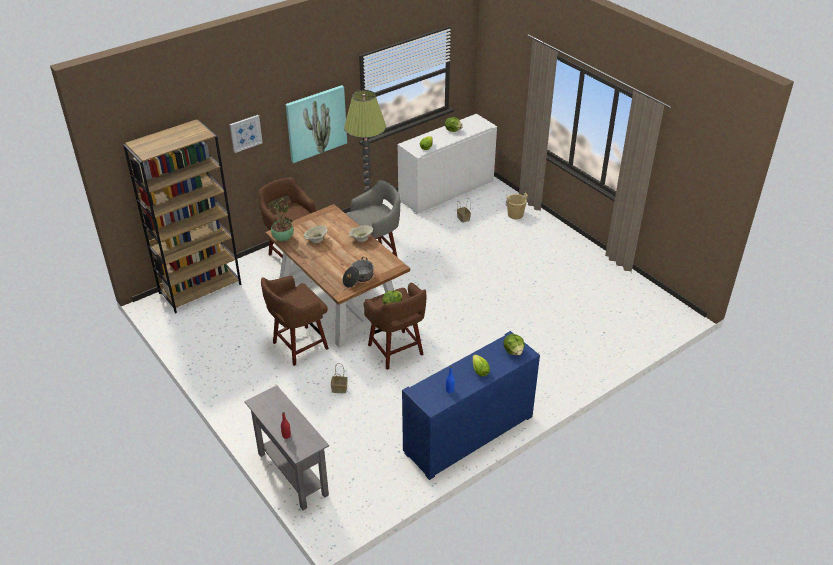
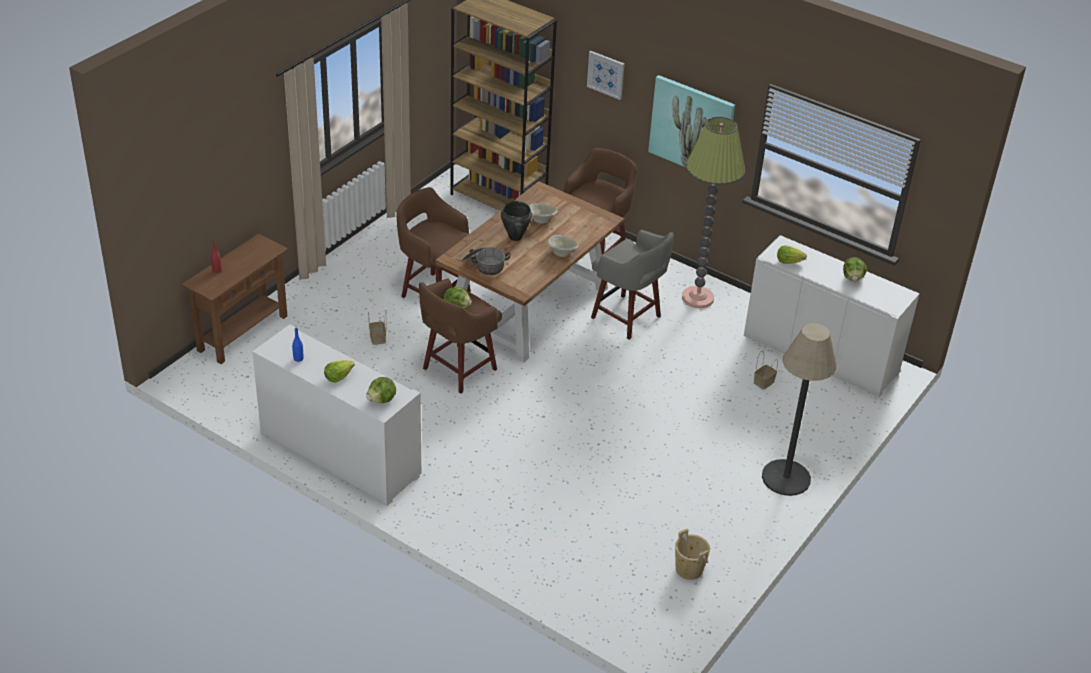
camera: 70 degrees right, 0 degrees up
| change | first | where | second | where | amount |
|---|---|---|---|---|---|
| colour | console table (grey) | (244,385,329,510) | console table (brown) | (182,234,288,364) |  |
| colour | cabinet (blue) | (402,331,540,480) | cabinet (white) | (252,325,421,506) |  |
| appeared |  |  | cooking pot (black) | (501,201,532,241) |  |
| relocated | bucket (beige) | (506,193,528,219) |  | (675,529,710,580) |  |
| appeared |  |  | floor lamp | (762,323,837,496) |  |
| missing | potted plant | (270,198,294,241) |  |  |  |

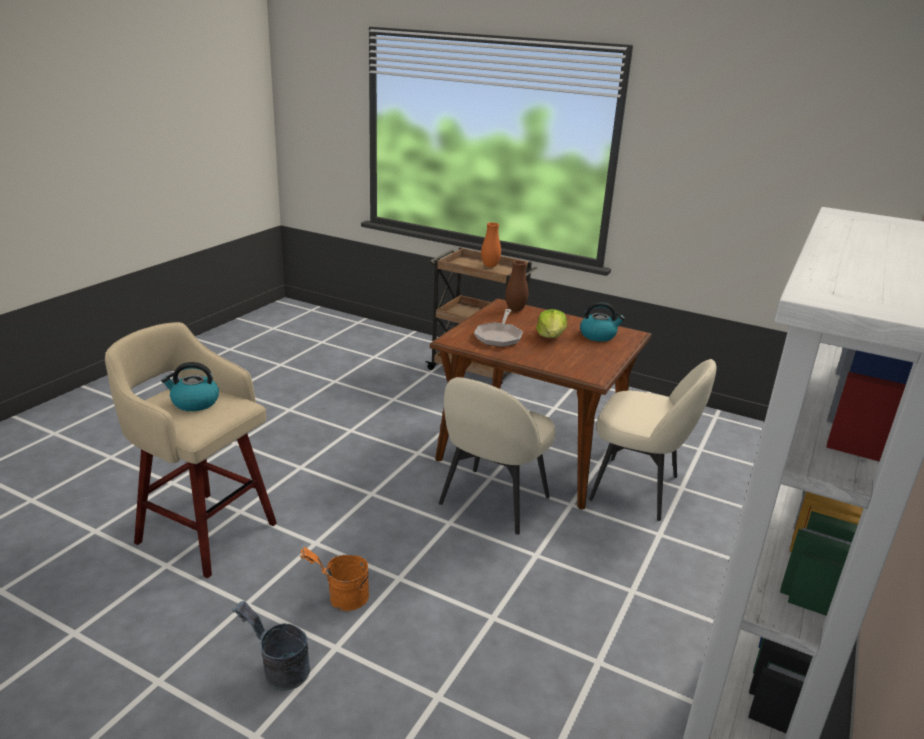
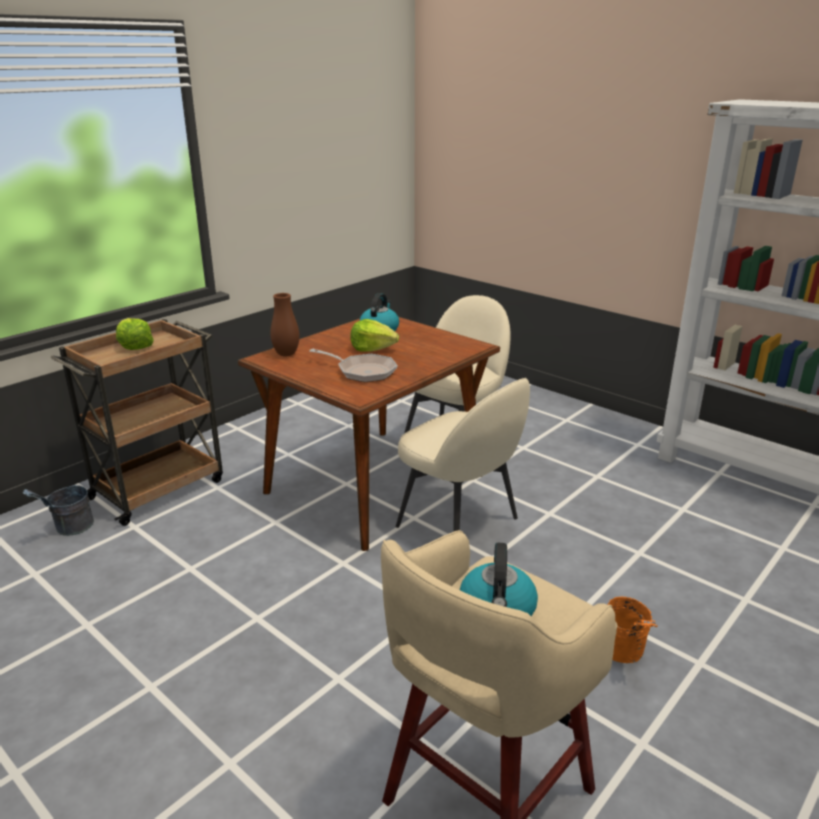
camera: 75 degrees left, 0 degrees up
| change | first | where | second | where | amount |
|---|---|---|---|---|---|
| relocated | bucket (grey) | (232,601,310,690) |  | (22,485,94,536) |  |
| exchanged | vase (orange) | (481,222,501,268) | lettuce | (116,318,154,350) |  |

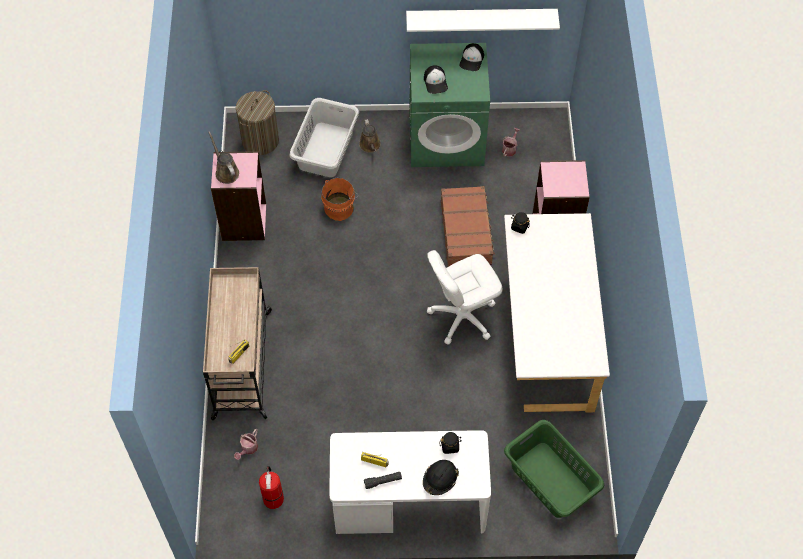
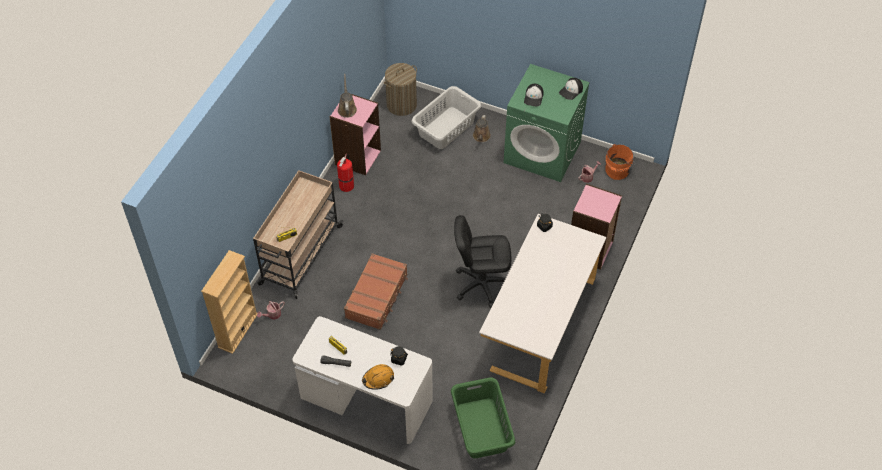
camera: 25 degrees right, 5 degrees down
| change | first | where | second | where | amount |
|---|---|---|---|---|---|
| appeared |  |  | bookcase (beige) | (201,250,257,354) |  |
| relocated | fire extinguisher | (259,466,284,509) |  | (337,154,354,192) |  |
| relocated | suitcase (brown) | (441,186,495,267) |  | (344,253,408,330) |  |
| colour | hard hat (black) | (423,460,459,495) | hard hat (orange) | (362,364,394,390) |  |
| colour | office chair (white) | (427,250,502,345) | office chair (black) | (454,215,511,308) |  |
| relocated | bucket (orange) | (321,178,358,221) |  | (605,144,635,180) |  |
| missing | shelf (white) | (406,9,560,32) |  |  |  |

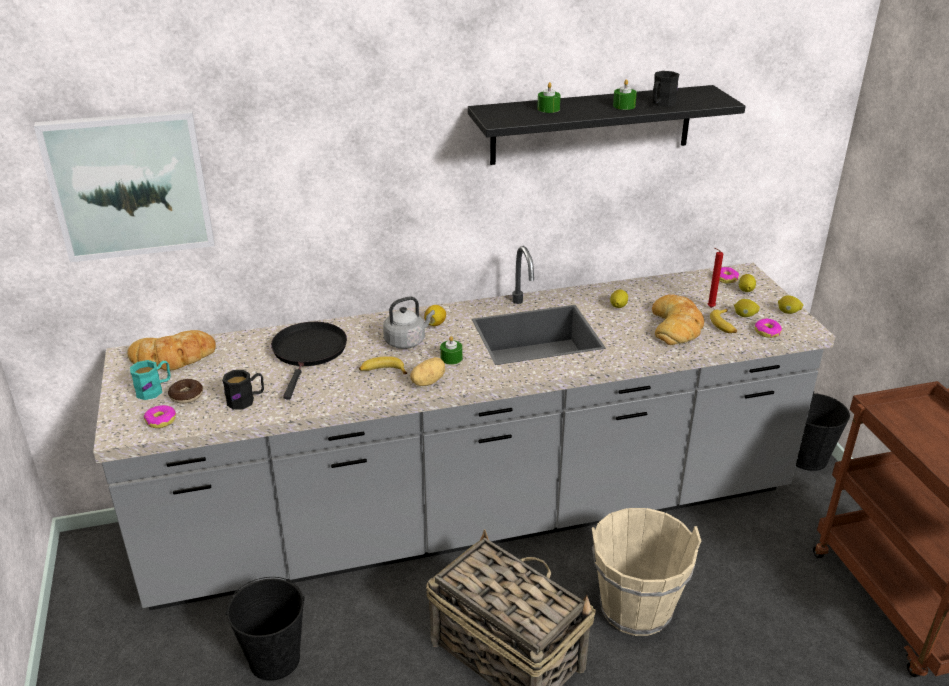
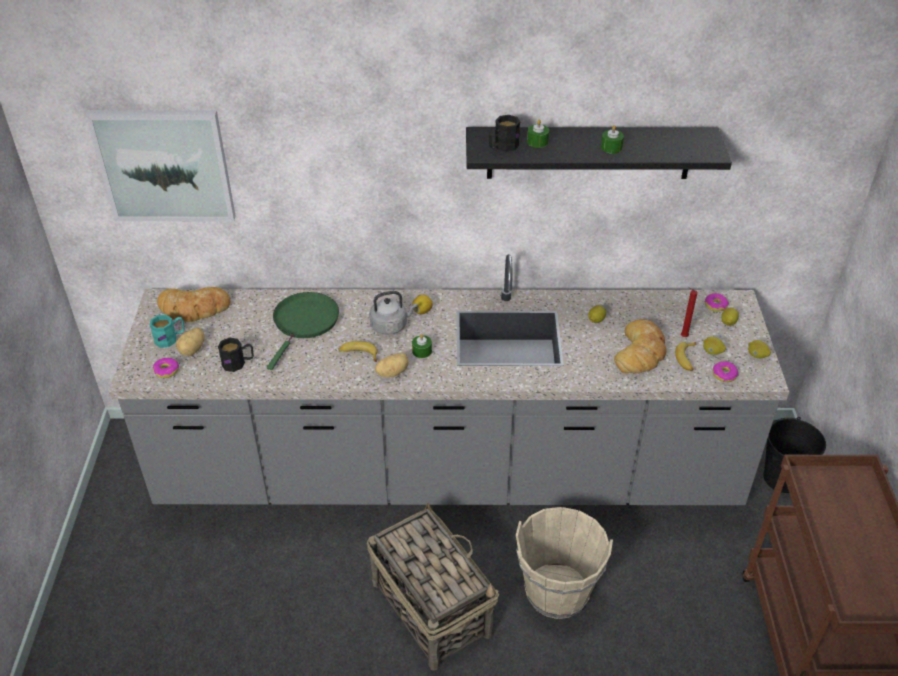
camera: 15 degrees right, 10 degrees up
| change | first | where | second | where | amount |
|---|---|---|---|---|---|
| exchanged | donut | (168,379,203,404) | potato | (176,328,205,356) |  |
| colour | frying pan (black) | (271,322,347,399) | frying pan (green) | (267,292,339,370) |  |
| relocated | mug (black) | (652,71,679,107) |  | (489,115,520,152) |  |
| missing | bucket (black) | (225,577,305,681) |  |  |  |

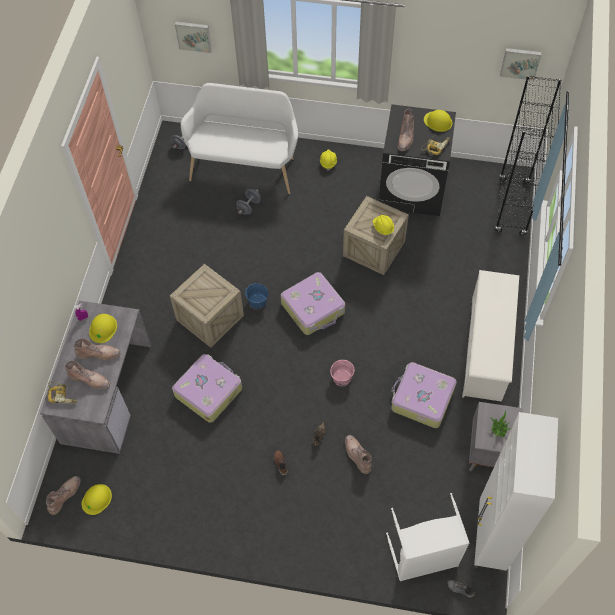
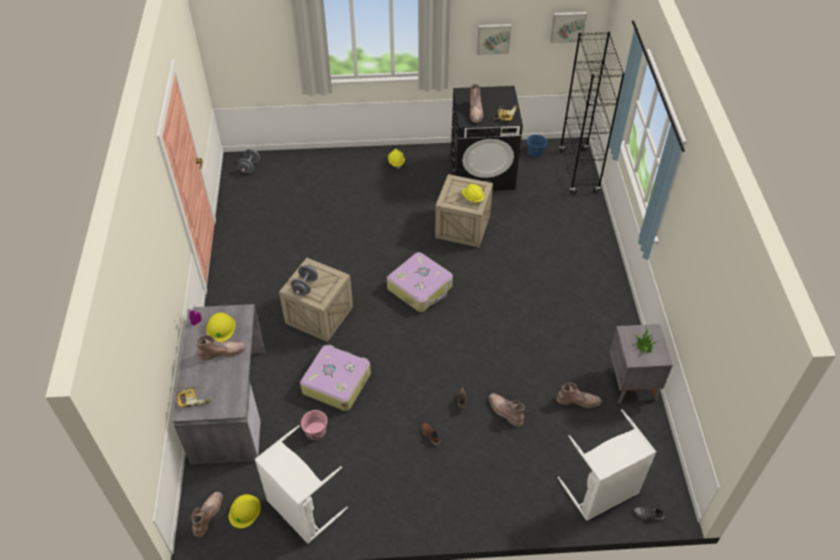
camera: 15 degrees left, 10 degrees down
| change | first | where | second | where | amount |
|---|---|---|---|---|---|
| appeared |  |  | laundry basket (white) | (255,425,348,544) |  |
| relocated | dumbbell (grey) | (236,189,261,215) |  | (291,265,318,295) |  |
| relocated | bucket (pink) | (330,360,354,386) |  | (301,410,327,440) |  |
| relocated | picture | (175,22,212,53) |  | (477,24,511,55) |  |
| relocated | bucket (blue) | (245,283,268,309) |  | (527,132,547,157) |  |
| relocated | boot (brown) | (64,361,110,389) |  | (556,383,602,408) |  |
| missing | bench (white) | (181,83,298,194) |  |  |  |
| missing | suitcase | (391,362,457,428) |  |  |  |
| missing | hard hat (yellow) | (424,110,452,132) |  |  |  |
| missing | shoe rack (white) | (462,270,519,402) |  |  |  |
| missing | cabinet (white) | (474,412,558,572) |  |  |  |

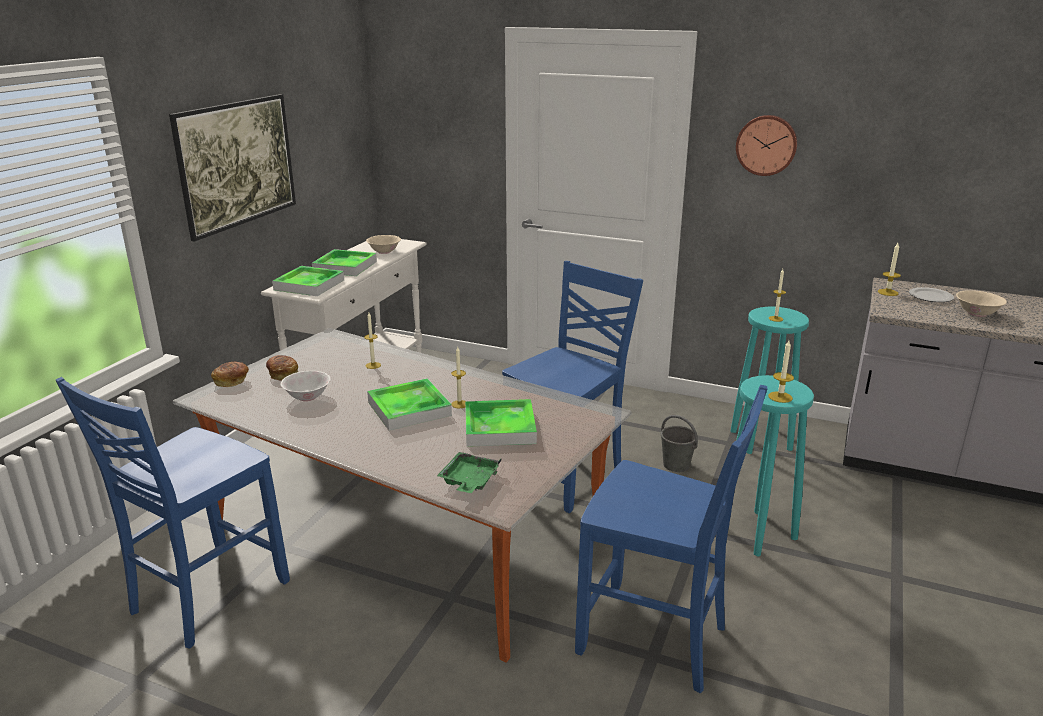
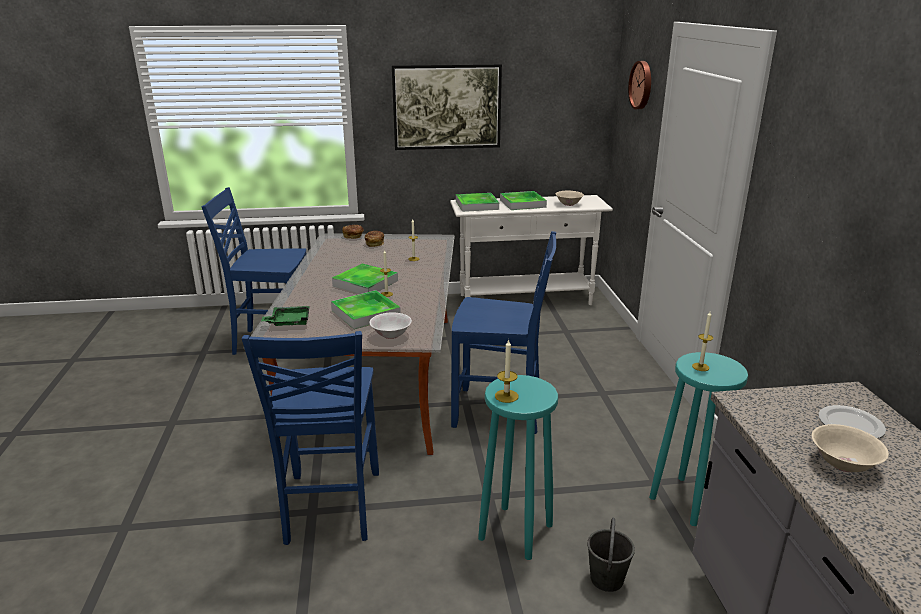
camera: 60 degrees right, 0 degrees up
| change | first | where | second | where | amount |
|---|---|---|---|---|---|
| relocated | bowl (white) | (281,371,331,401) |  | (369,312,412,339) |  |
| relocated | bucket (grey) | (661,415,698,472) |  | (587,518,635,592) |  |
| relocated | wall clock | (736,115,797,176) |  | (628,61,651,109) |  |
| missing | candle | (878,243,901,296) |  |  |  |

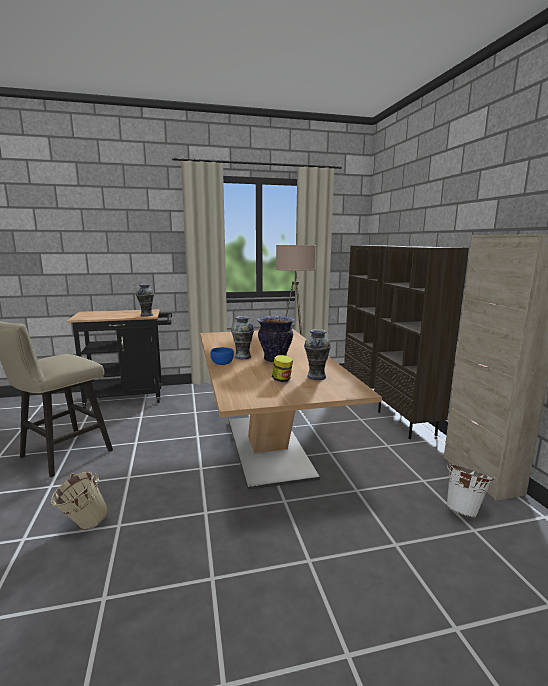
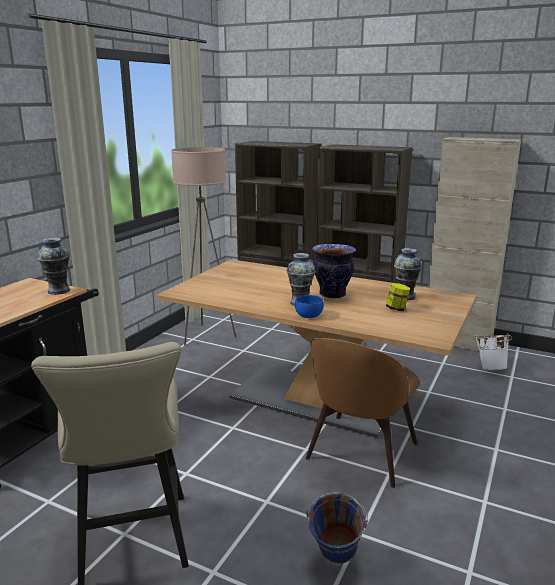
camera: 50 degrees left, 5 degrees up
| change | first | where | second | where | amount |
|---|---|---|---|---|---|
| appeared |  |  | chair (brown) | (305,338,420,488) |  |
| colour | bucket (beige) | (51,472,109,530) | bucket (blue) | (306,492,368,564) |  |

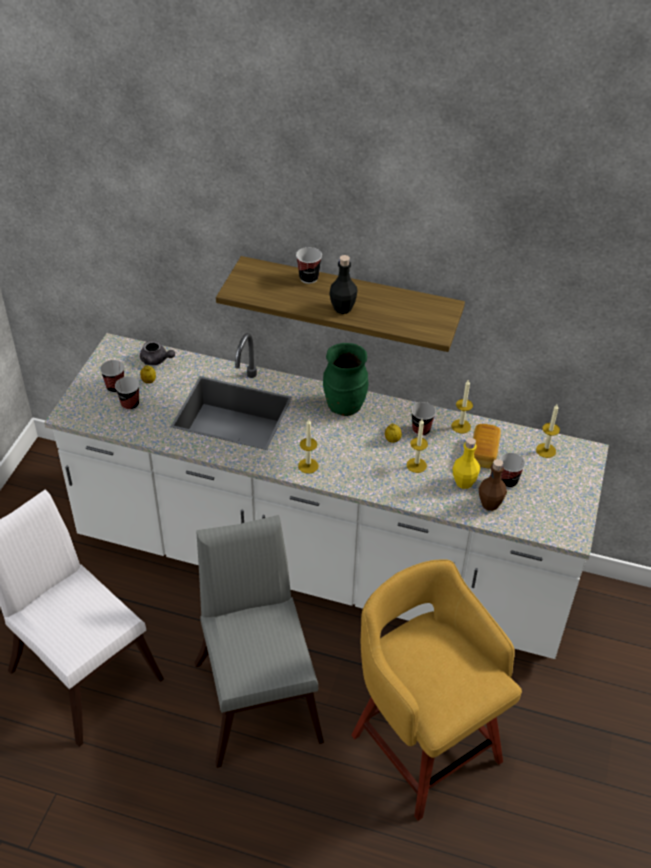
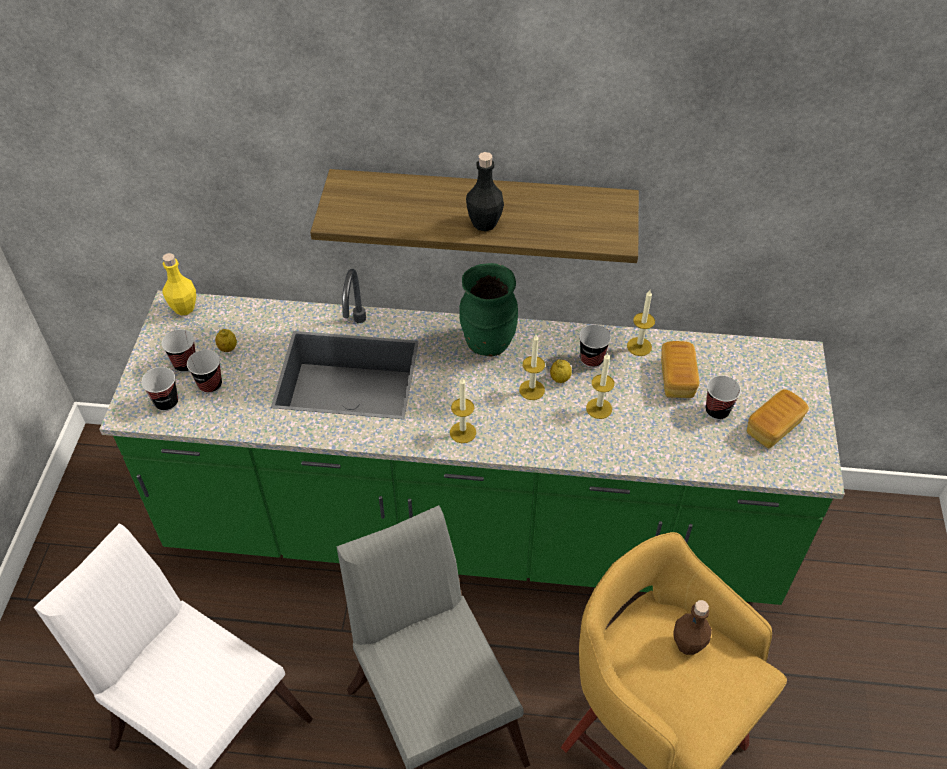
camera: 10 degrees left, 5 degrees up
| change | first | where | second | where | amount |
|---|---|---|---|---|---|
| colour | counter (white) | (44,333,609,659) | counter (green) | (99,269,845,605) |  |
| relocated | cup | (296,247,322,284) |  | (141,367,178,411) |  |
| relocated | bottle (yellow) | (452,438,480,489) |  | (162,253,196,315) |  |
| relocated | candle | (536,405,560,458) |  | (519,334,545,400) |  |
| relocated | bottle (brown) | (479,459,507,511) |  | (673,600,712,655) |  |
| appeared |  |  | bread | (747,389,809,448) |  |
| missing | teapot (grey) | (140,340,175,365) |  |  |  |

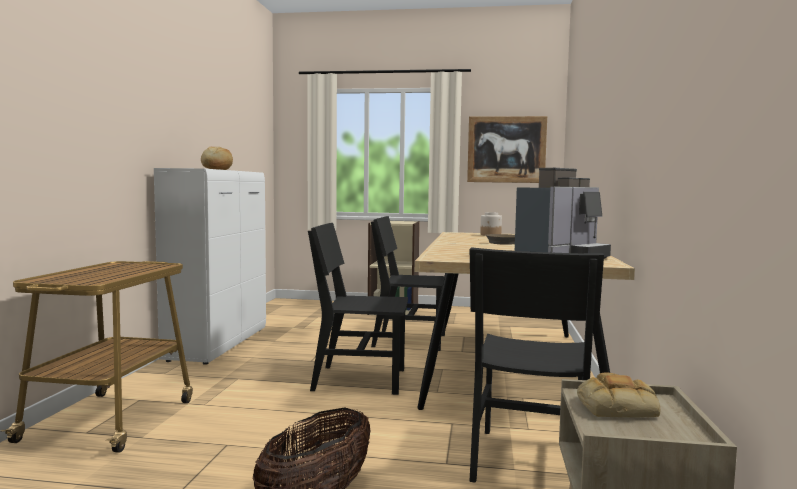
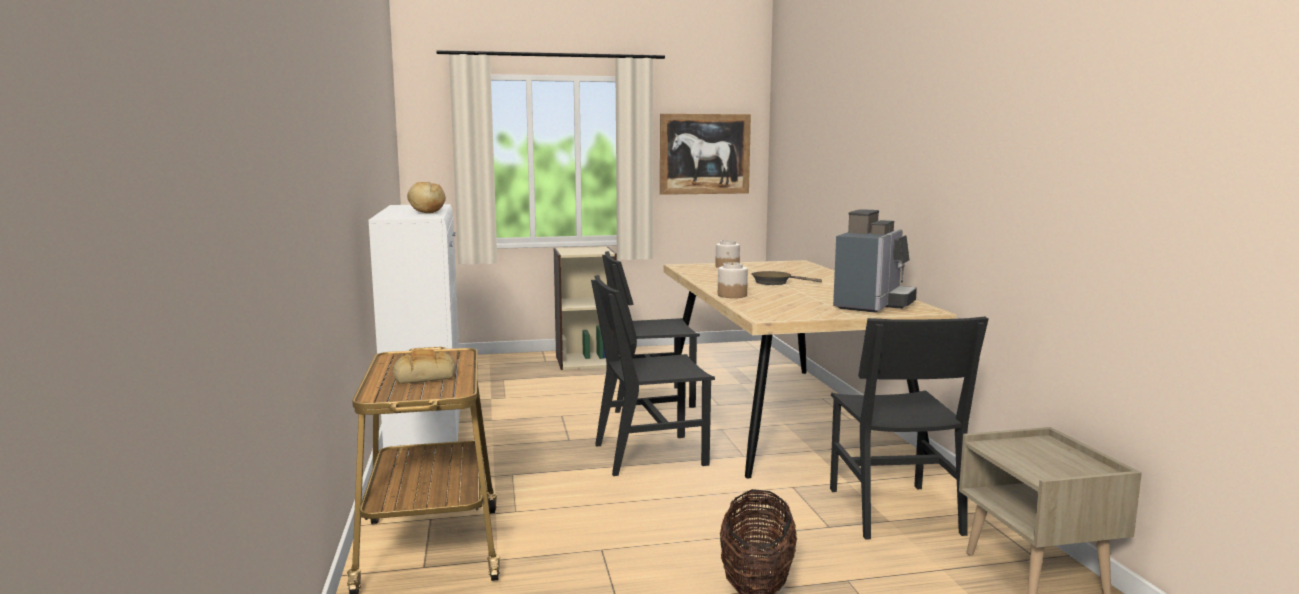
camera: 20 degrees left, 5 degrees up
| change | first | where | second | where | amount |
|---|---|---|---|---|---|
| relocated | bread | (577,372,660,418) |  | (393,349,456,384) |  |
| appeared |  |  | jar | (718,262,748,298) |  |

